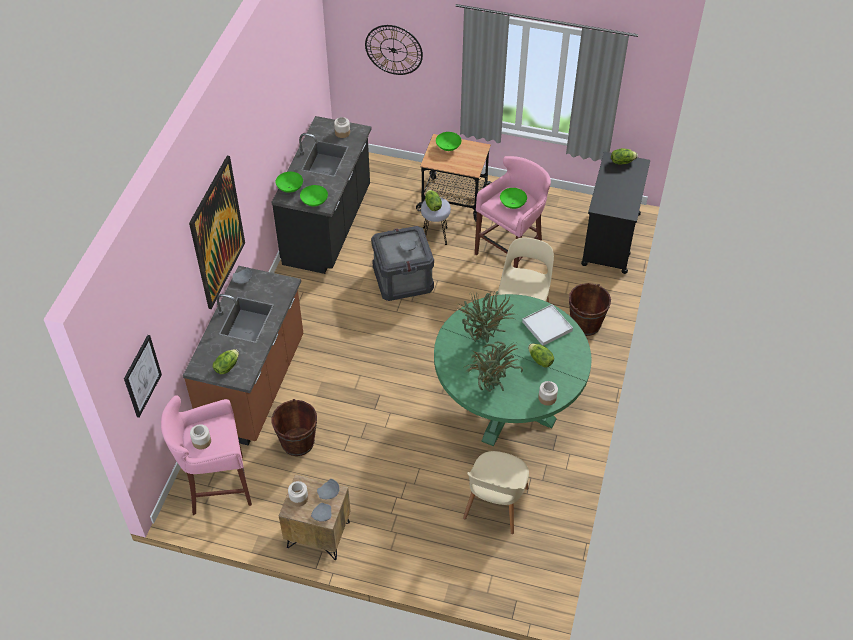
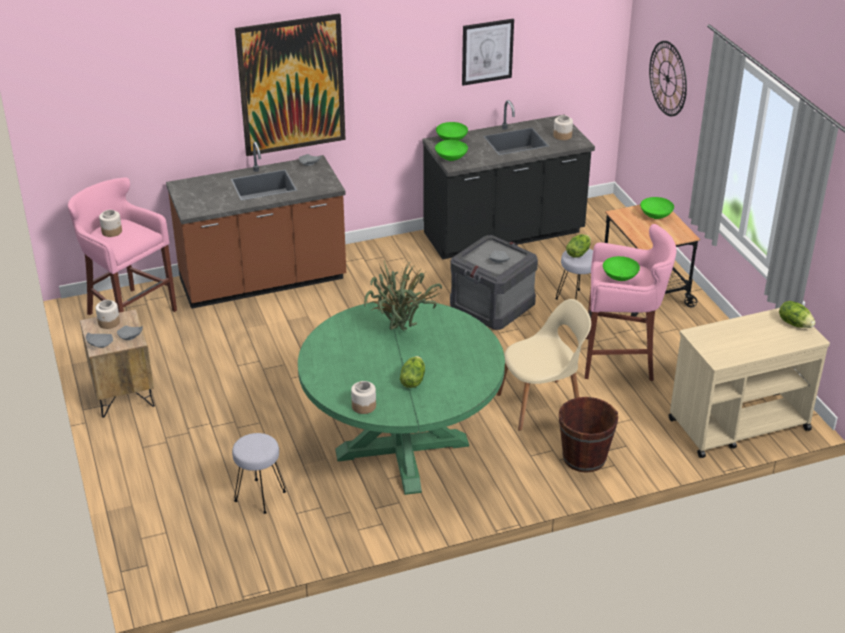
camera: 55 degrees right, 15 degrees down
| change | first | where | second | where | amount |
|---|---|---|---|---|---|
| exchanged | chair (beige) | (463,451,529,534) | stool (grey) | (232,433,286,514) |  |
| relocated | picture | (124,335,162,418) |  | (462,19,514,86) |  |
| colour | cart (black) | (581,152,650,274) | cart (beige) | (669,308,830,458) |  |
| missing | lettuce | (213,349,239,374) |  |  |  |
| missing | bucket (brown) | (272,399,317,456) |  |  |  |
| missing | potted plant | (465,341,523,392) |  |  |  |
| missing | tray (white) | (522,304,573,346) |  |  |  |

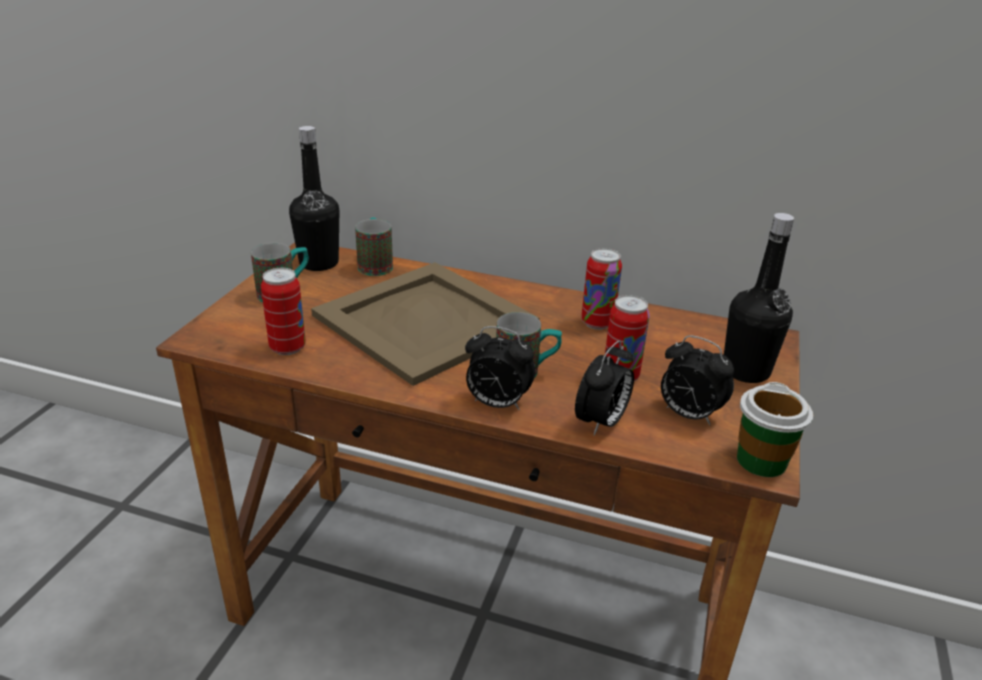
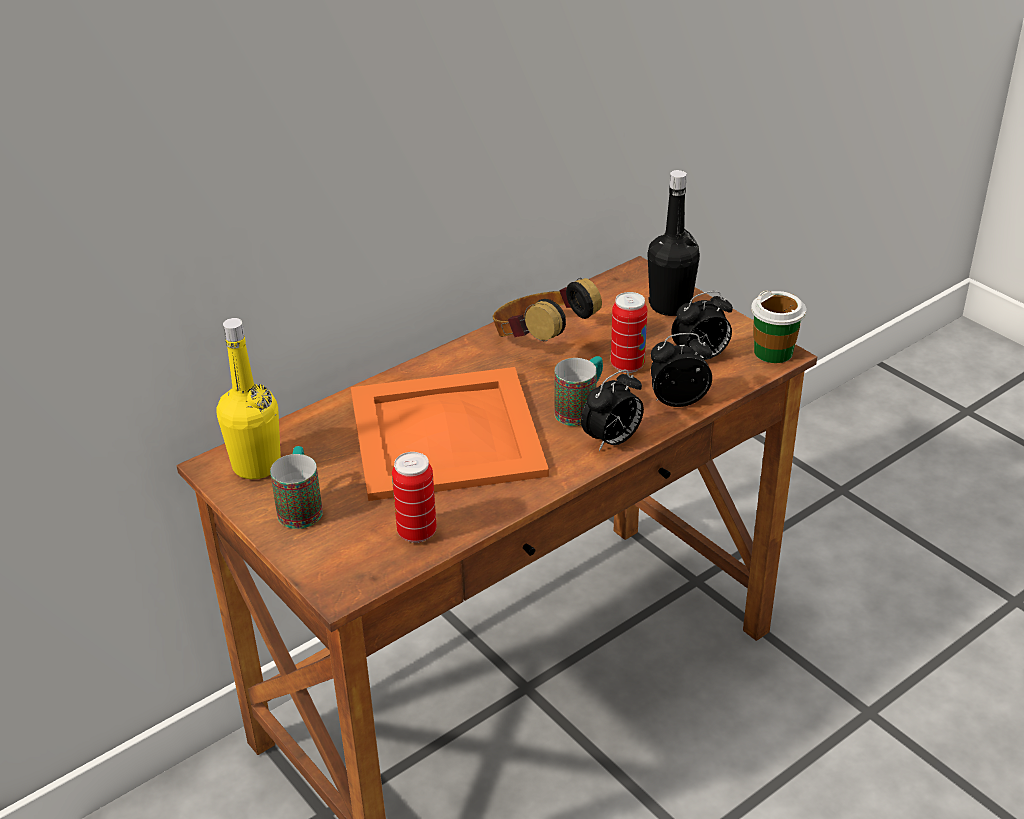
camera: 55 degrees left, 5 degrees up
| change | first | where | second | where | amount |
|---|---|---|---|---|---|
| colour | bottle (black) | (289,126,339,271) | bottle (yellow) | (216,318,281,479) |  |
| colour | tray (beige) | (311,262,540,386) | tray (orange) | (351,367,549,501) |  |
| exchanged | can | (581,248,622,330) | headphones | (493,278,602,341) |  |
| spun | alarm clock | (575,340,634,436) |  | (651,333,712,407) | 75 degrees counterclockwise |
| missing | mug | (355,217,393,276) |  |  |  |

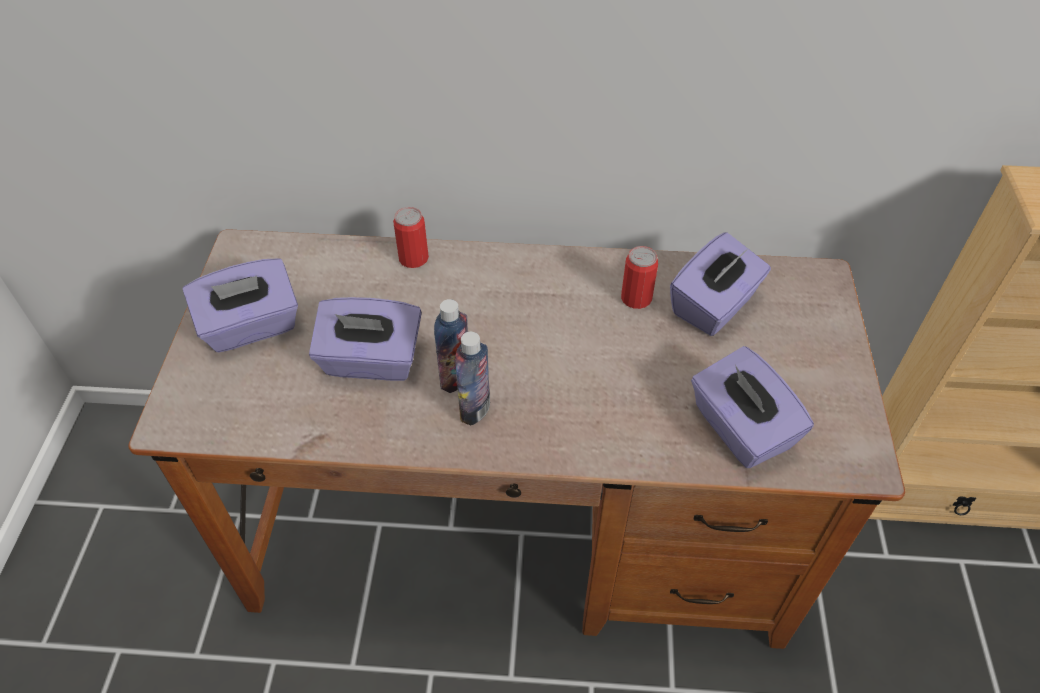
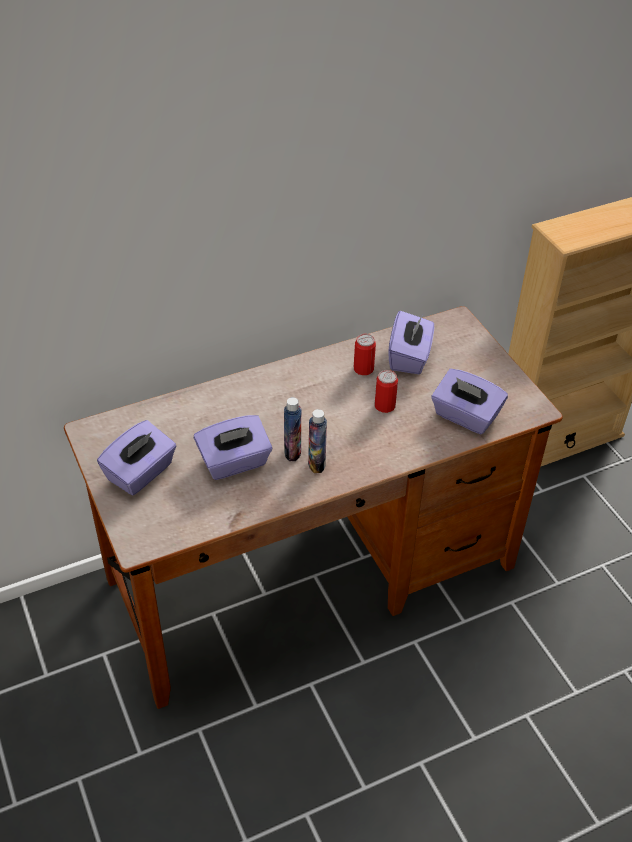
camera: 30 degrees left, 5 degrees down
| change | first | where | second | where | amount |
|---|---|---|---|---|---|
| relocated | can | (393,207,429,268) |  | (374,370,398,413) |  |

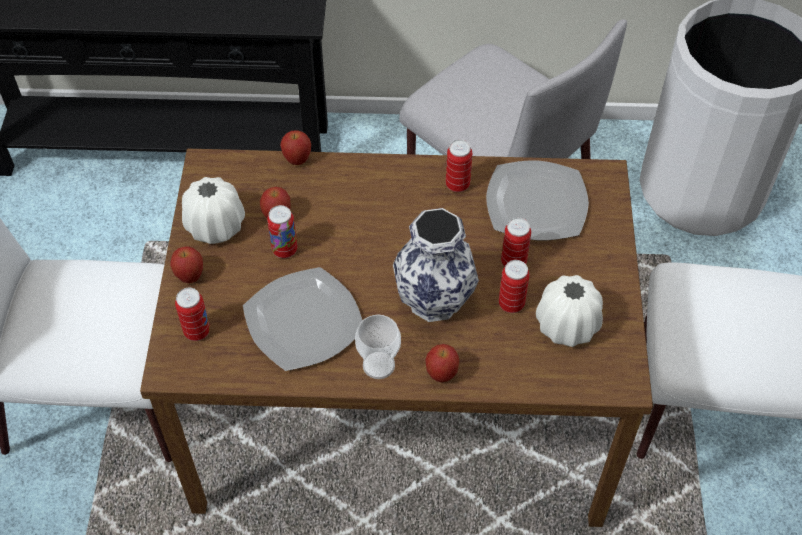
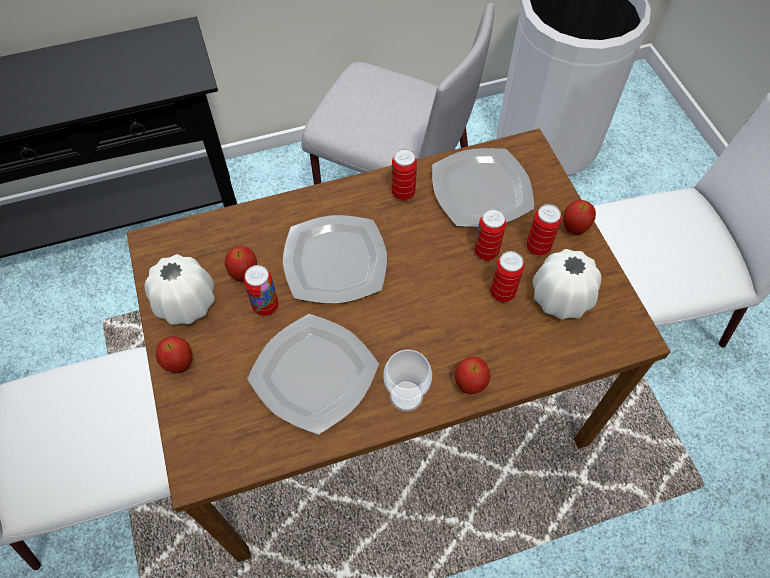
camera: 20 degrees left, 5 degrees up
| change | first | where | second | where | amount |
|---|---|---|---|---|---|
| appeared |  |  | plate | (283,215,387,303) |  |
| relocated | can | (175,288,210,341) |  | (526,204,561,256) |  |
| relocated | apple | (280,130,311,165) |  | (563,200,596,235) |  |
| missing | vase | (393,208,479,322) |  |  |  |

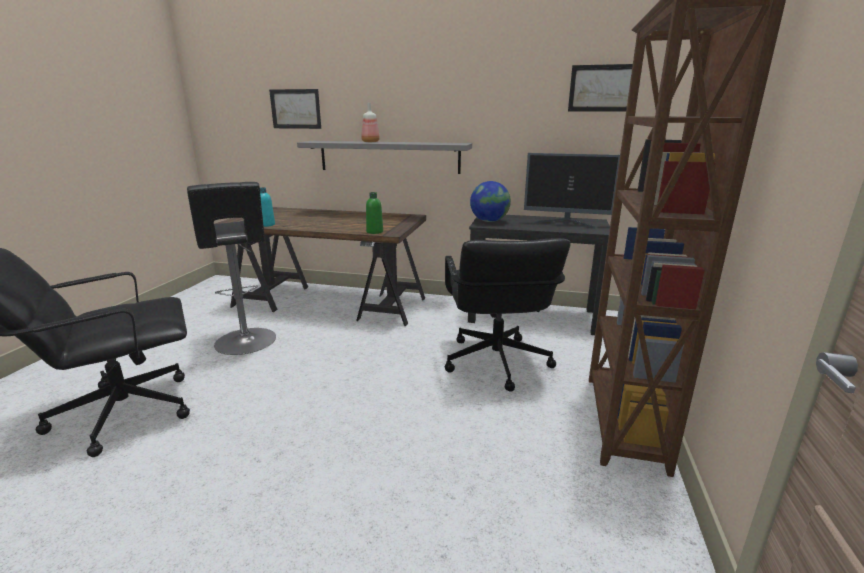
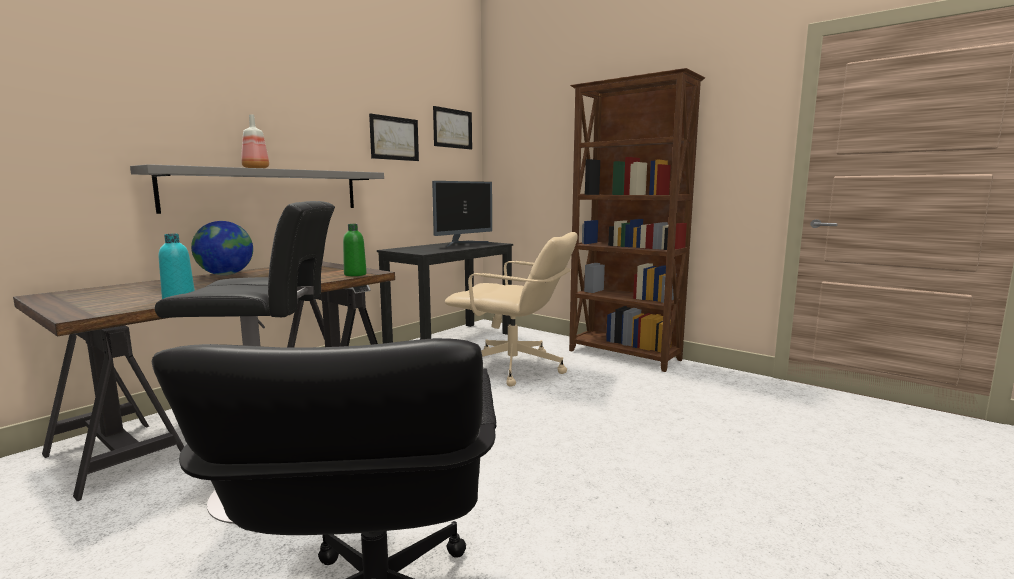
camera: 65 degrees left, 10 degrees down
| change | first | where | second | where | amount |
|---|---|---|---|---|---|
| relocated | globe | (470,181,511,222) |  | (191,221,253,275) |  |
| relocated | picture | (269,89,321,129) |  | (369,113,419,161) |  |
| colour | office chair (black) | (445,238,571,392) | office chair (beige) | (445,232,578,387) |  |

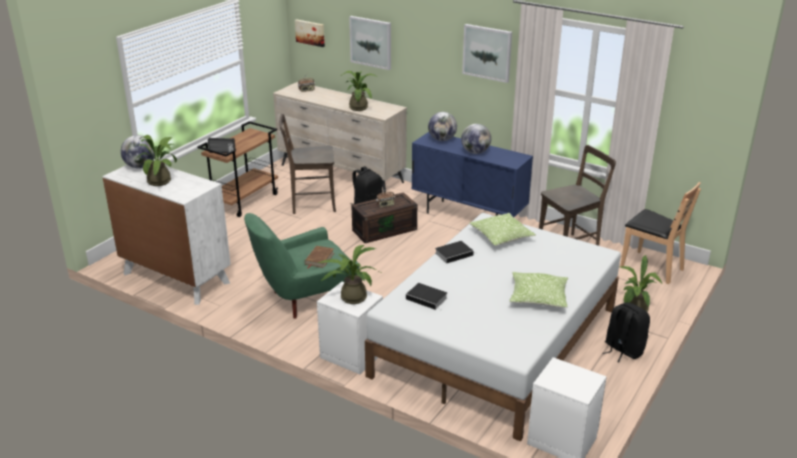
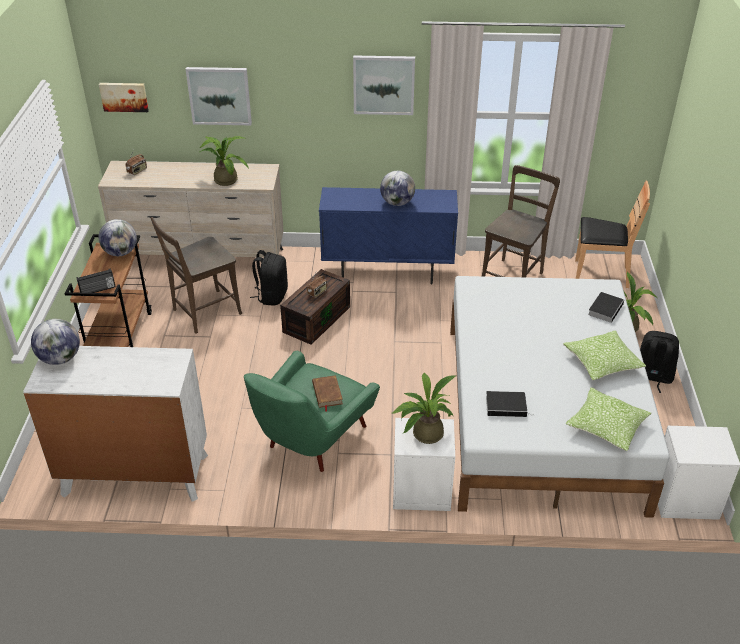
camera: 30 degrees left, 10 degrees up
| change | first | where | second | where | amount |
|---|---|---|---|---|---|
| relocated | globe | (428,112,457,141) |  | (99,219,137,256) |  |
| relocated | pillow | (469,213,536,246) |  | (566,387,652,451) |  |
| relocated | book | (435,241,474,264) |  | (588,292,624,323) |  |
| missing | potted plant | (136,135,177,186) |  |  |  |

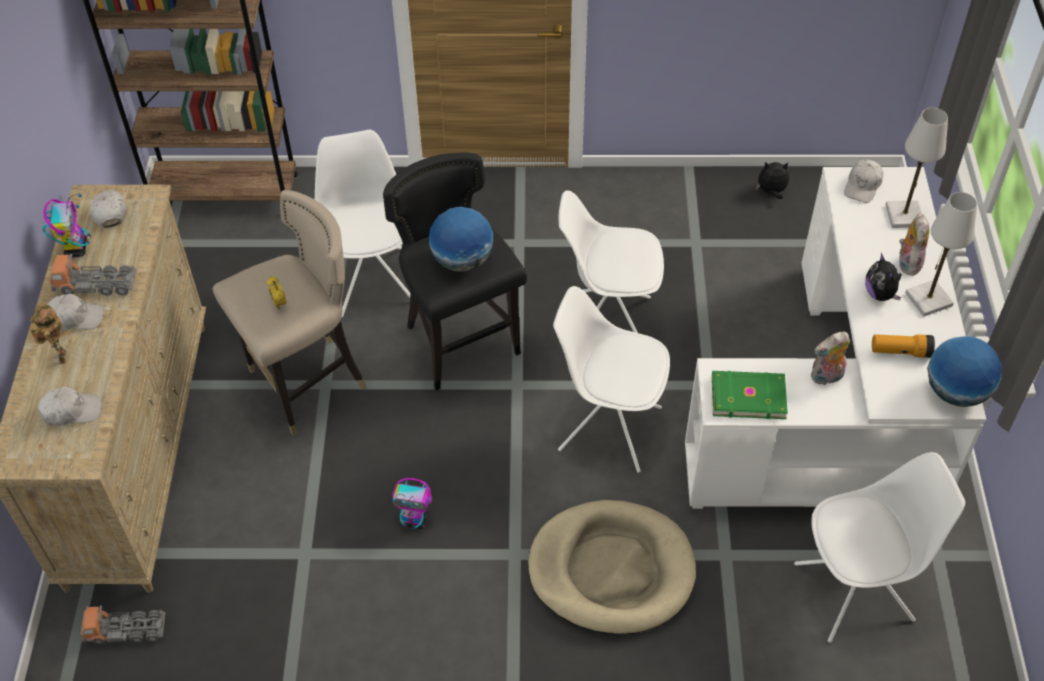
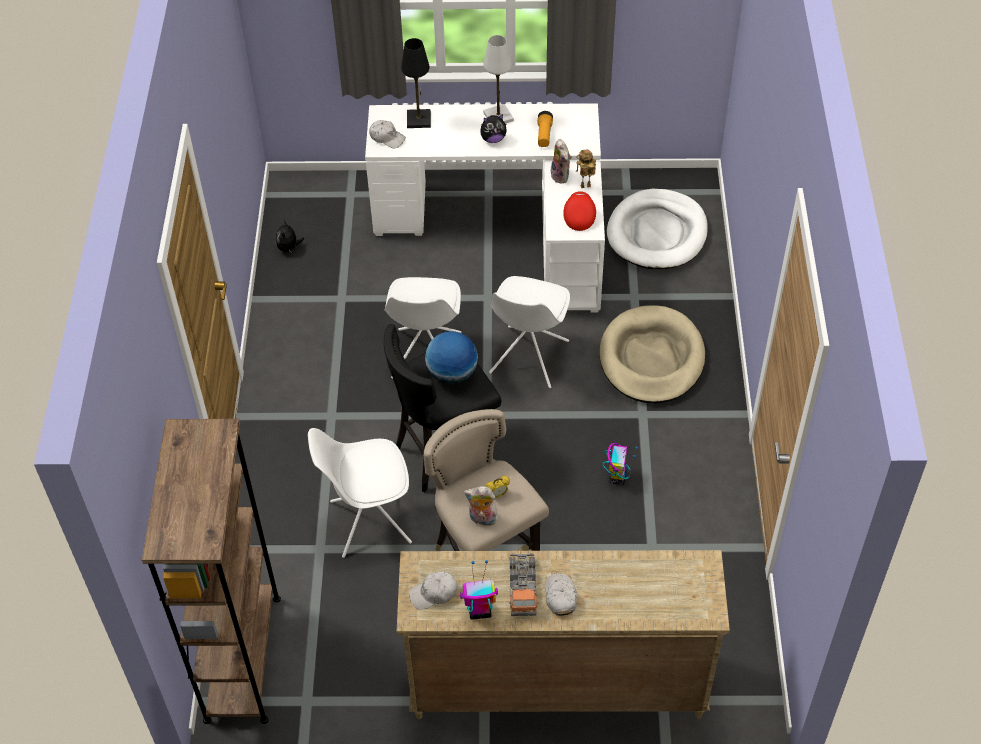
camera: 90 degrees left, 0 degrees up
| change | first | where | second | where | amount |
|---|---|---|---|---|---|
| colour | table lamp (white) | (886,108,948,228) | table lamp (black) | (401,38,431,128) |  |
| relocated | plush toy | (899,213,929,276) |  | (464,486,498,526) |  |
| exchanged | book (green) | (712,371,788,419) | cap (red) | (563,191,596,231) |  |
| relocated | toy robot | (29,303,67,364) |  | (576,149,596,188) |  |
| exchanged | chair (white) | (794,452,965,643) | dog bed (white) | (607,189,708,269) |  |
| missing | cap (white) | (38,386,102,426) |  |  |  |
| missing | toy truck | (81,605,165,644) |  |  |  |
| missing | globe | (927,336,1002,407) |  |  |  |

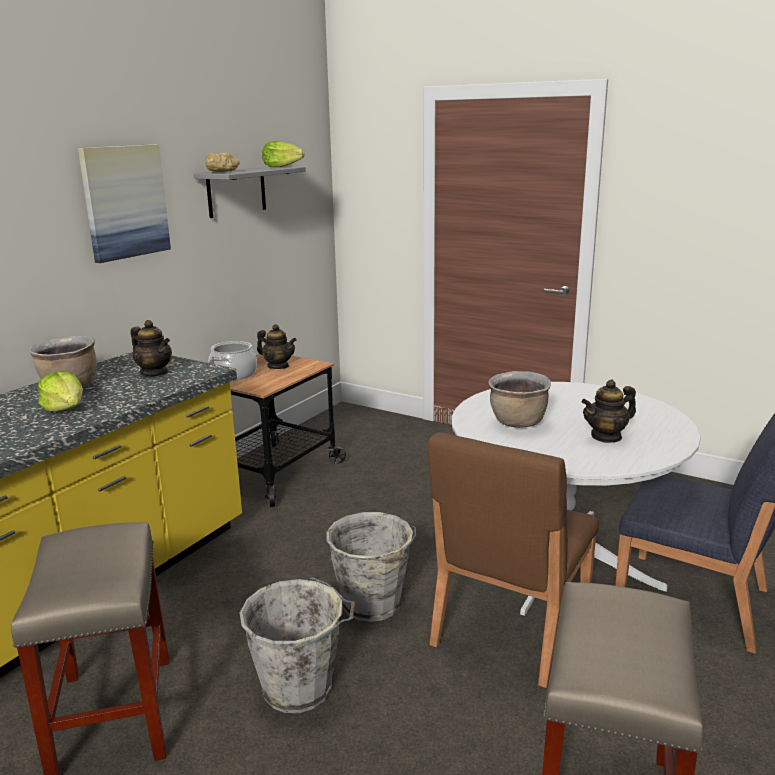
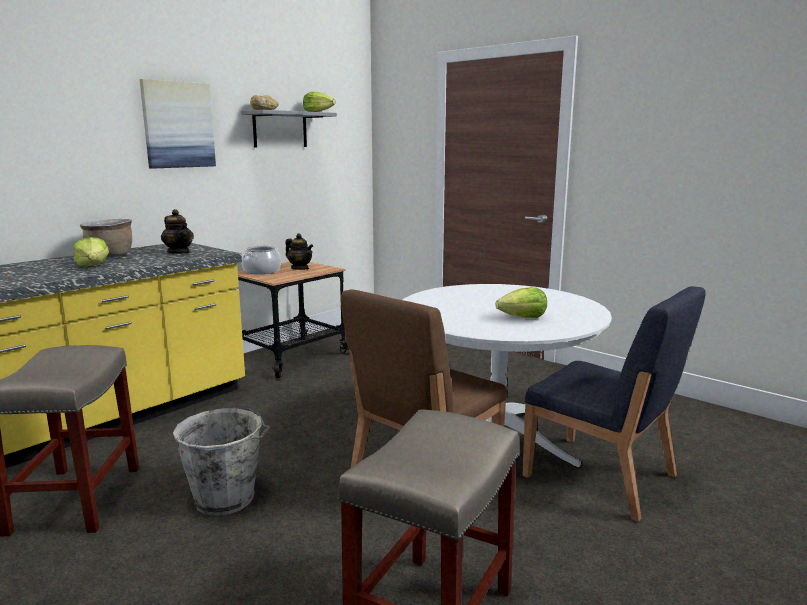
camera: 10 degrees right, 5 degrees down
| change | first | where | second | where | amount |
|---|---|---|---|---|---|
| exchanged | teapot | (581,379,636,443) | lettuce | (496,287,547,318) |  |
| missing | bucket (grey) | (327,512,416,622) |  |  |  |
| missing | cooking pot (brown) | (488,371,551,428) |  |  |  |

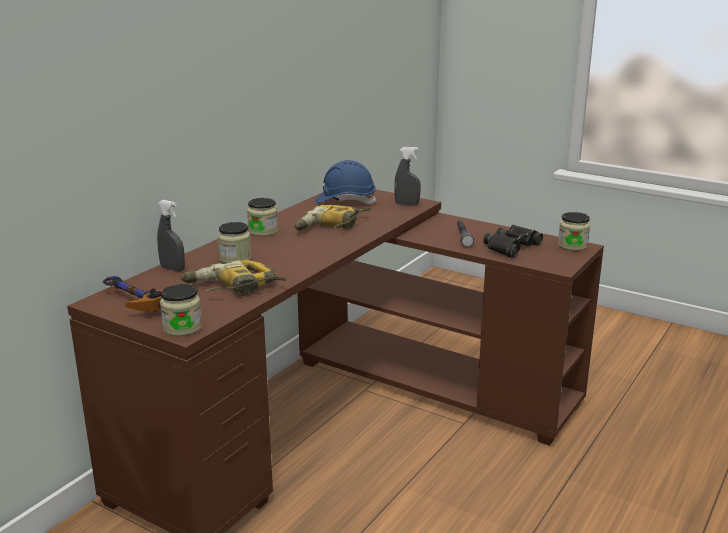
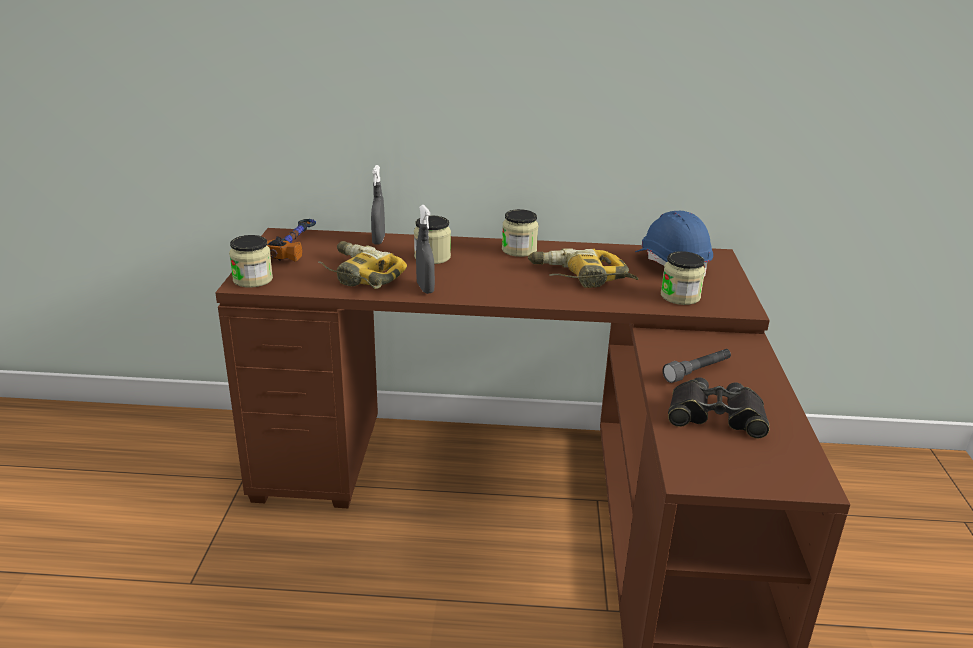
camera: 60 degrees right, 5 degrees up
| change | first | where | second | where | amount |
|---|---|---|---|---|---|
| relocated | spray bottle (grey) | (394,147,421,205) |  | (416,205,435,294) |  |
| relocated | jar | (558,212,590,251) |  | (661,251,705,305) |  |

